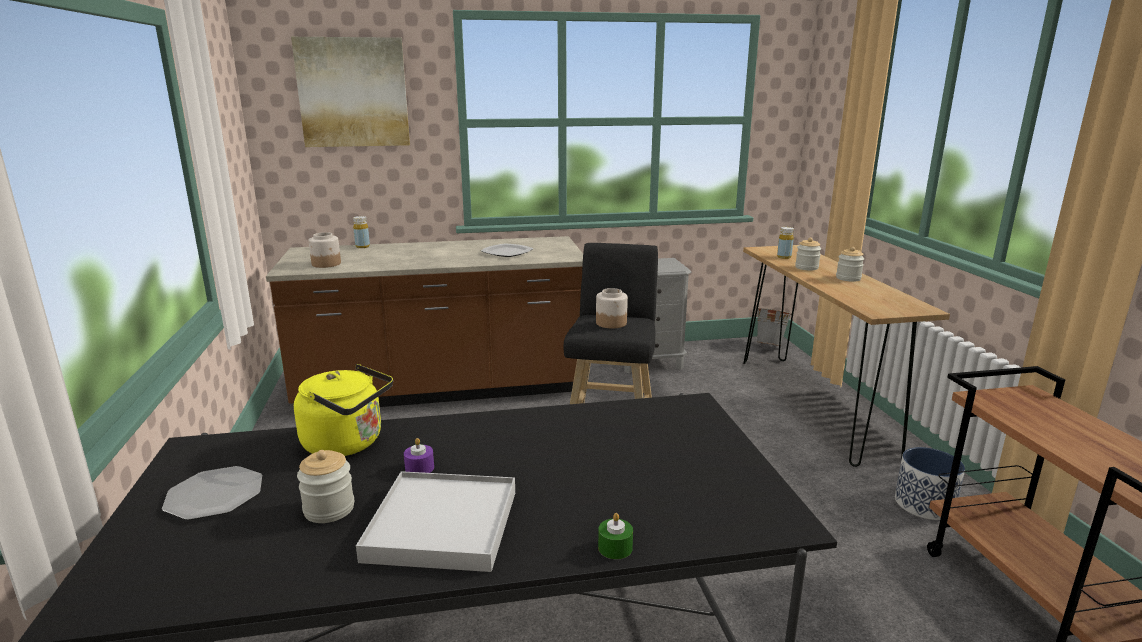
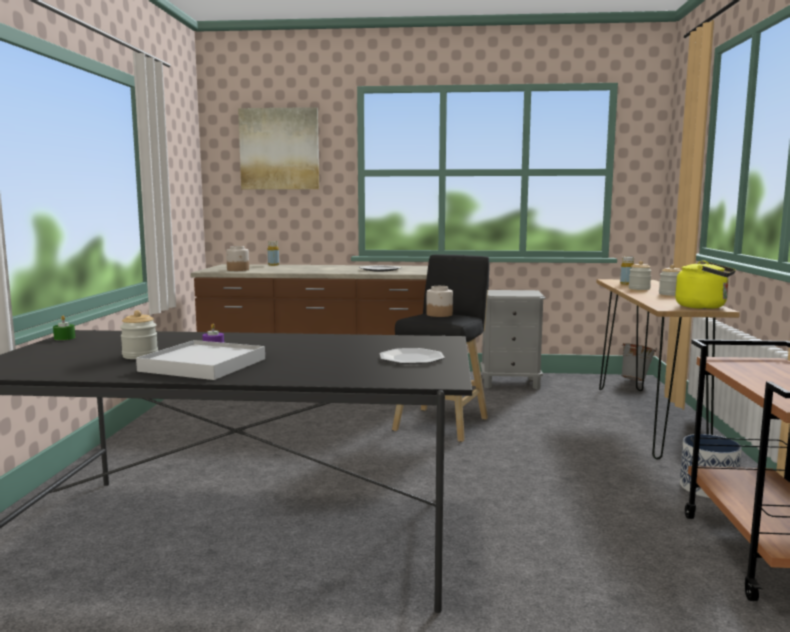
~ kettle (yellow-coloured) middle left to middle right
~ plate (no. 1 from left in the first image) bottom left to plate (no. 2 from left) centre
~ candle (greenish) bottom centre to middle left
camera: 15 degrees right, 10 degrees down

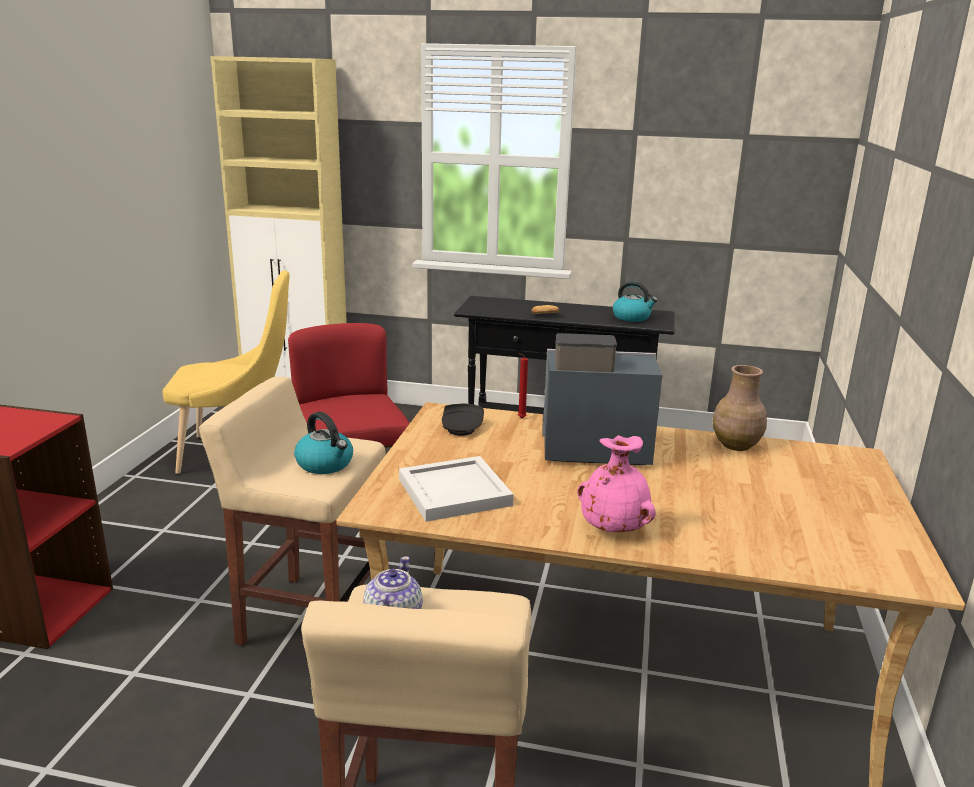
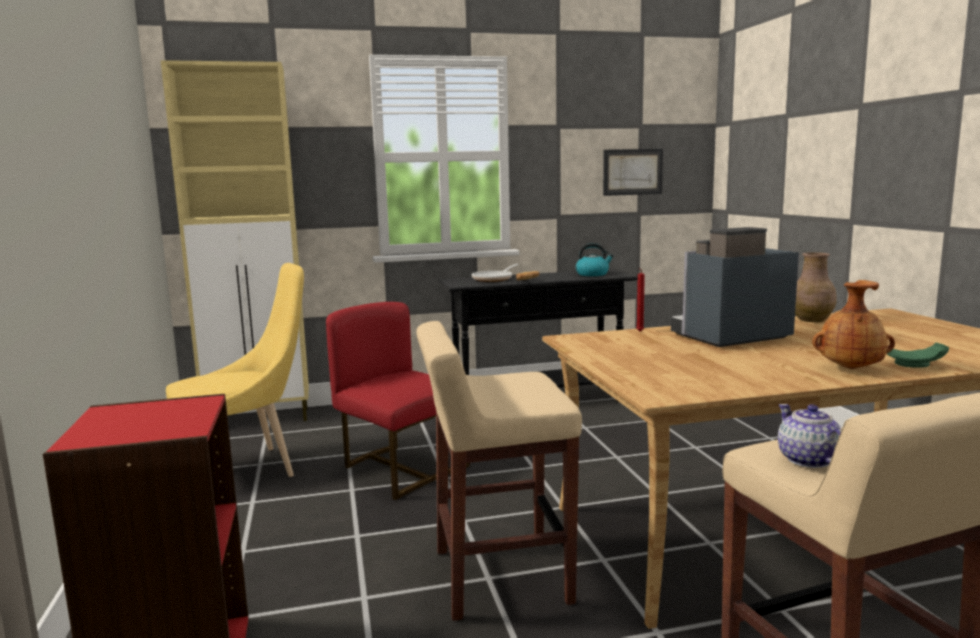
- plate (blackish) centre
- kettle (no. 1 from left) middle left
~ flower vase (pink-coloured) centre to flower vase (brown-coloured) (no. 2 from left) middle right
- serving tray (whitish) centre
+ picture top centre
+ skillet centre
+ plate (greenish) middle right
camera: 25 degrees left, 10 degrees down

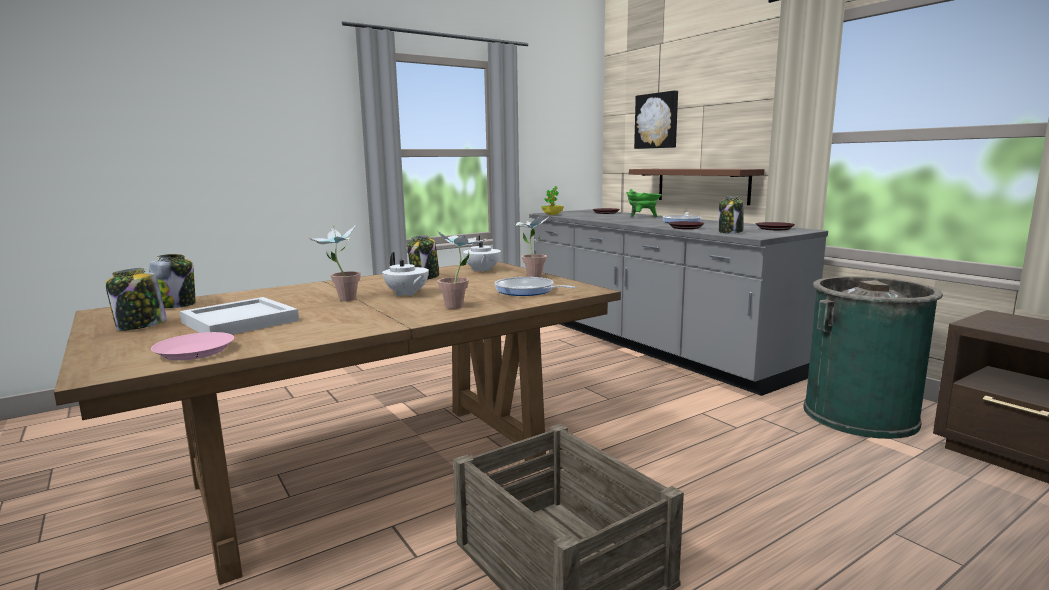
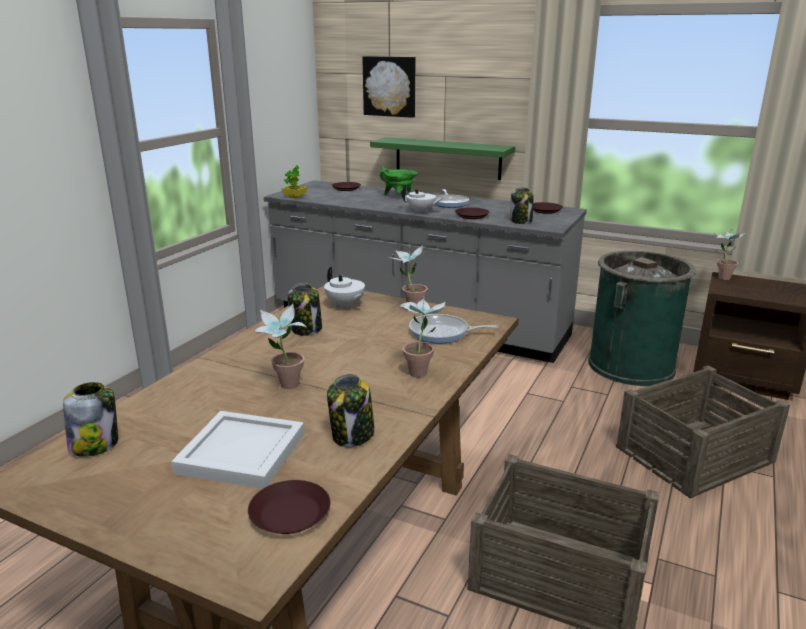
~ wall shelf (brown-coloured) top centre to wall shelf (greenish) top centre
~ tea pot (whitish) (no. 1 from left in the first image) centre to tea pot (whitish) (no. 2 from left) top centre
~ preserve jar (no. 1 from left in the first image) middle left to preserve jar (no. 3 from left) centre
~ plate (pink-coloured) middle left to plate (brown-coloured) (no. 1 from left) bottom centre
+ plant in a pot (no. 5 from left) middle right
+ shipping crate (no. 2 from left) bottom right
camera: 30 degrees left, 10 degrees up

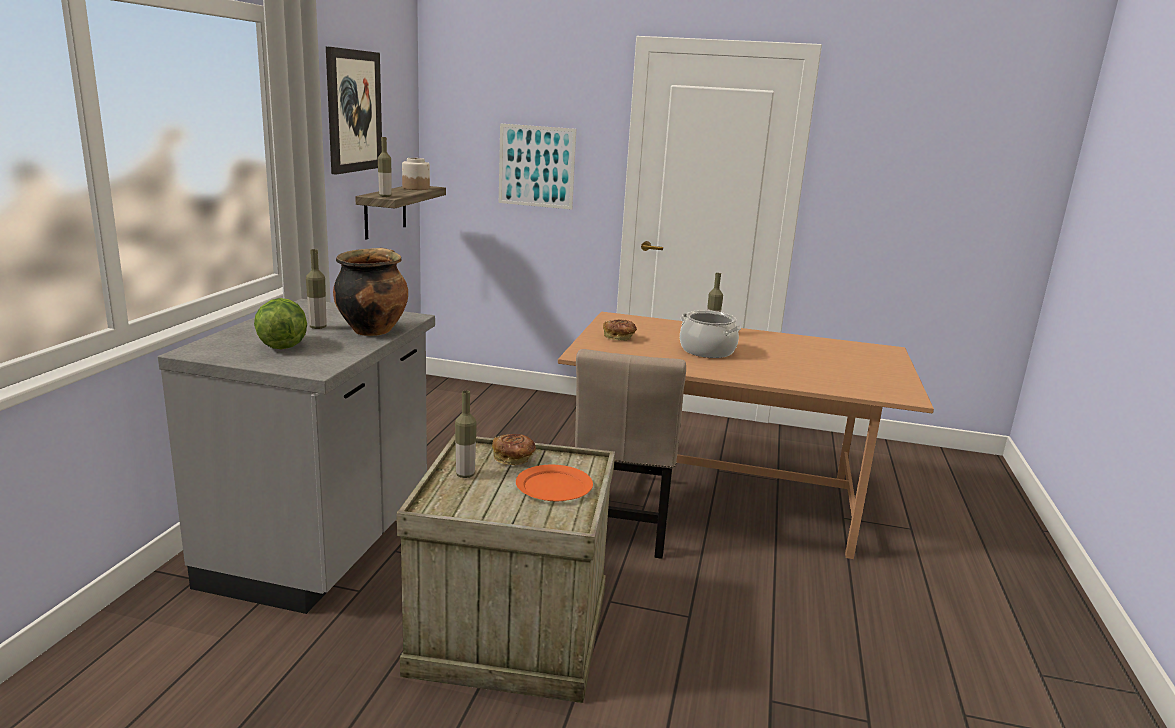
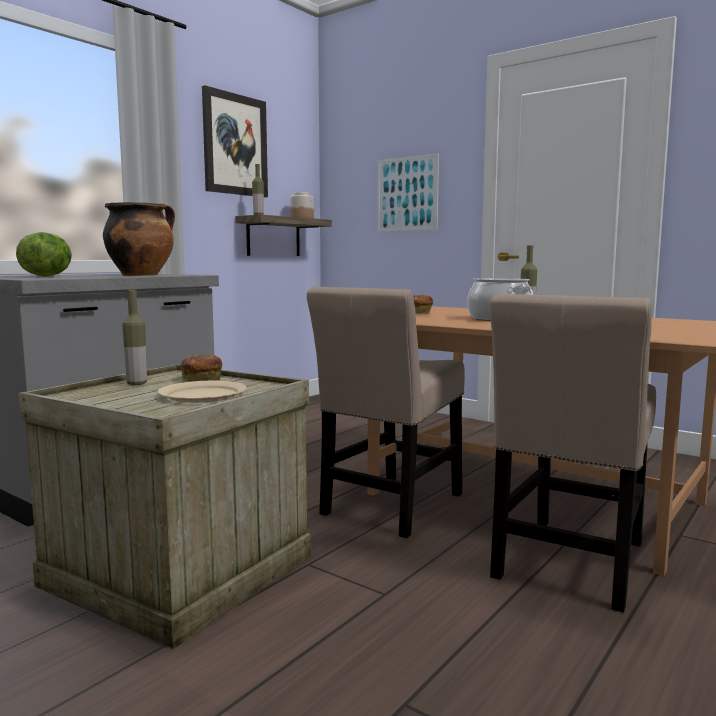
- beverage bottle (no. 1 from left) middle left
~ plate (orange-coloured) centre to plate (beige-coloured) middle left
+ upright chair (beige-coloured) (no. 2 from left) middle right
camera: 25 degrees right, 10 degrees down

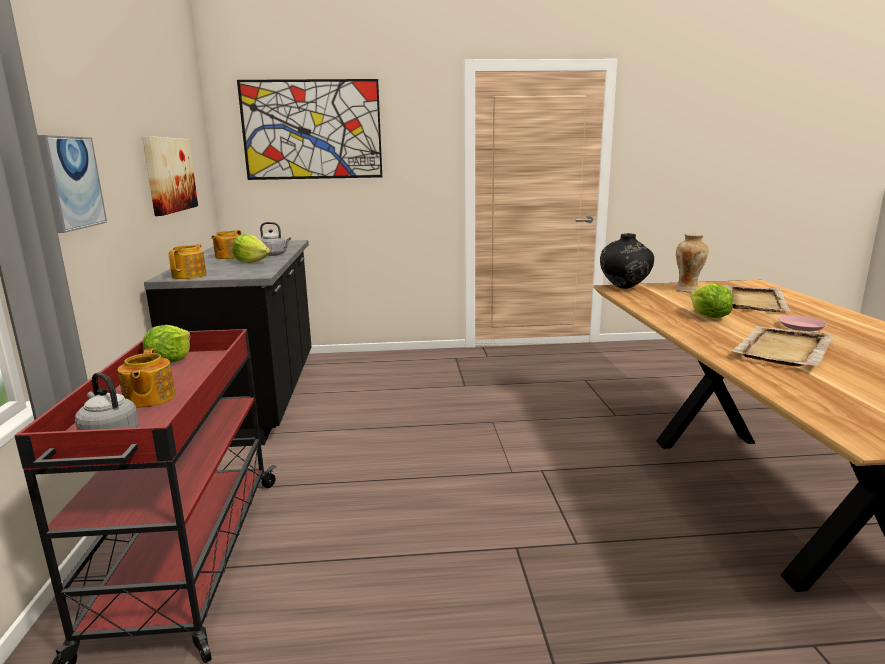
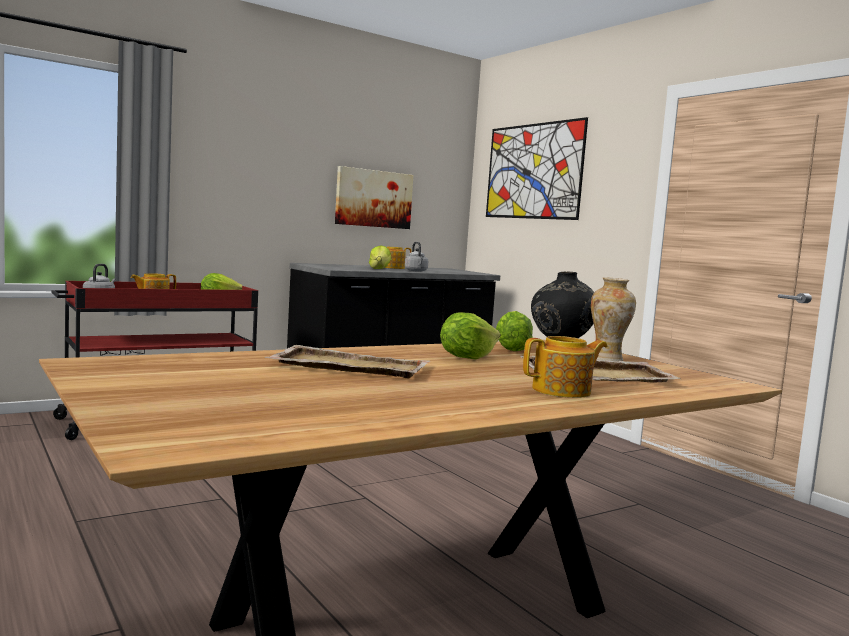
- picture (no. 1 from left) top left
~ tea pot (no. 2 from left in the first image) middle left to tea pot (no. 3 from left) centre
- plate (pink-coloured) middle right
+ lettuce head (no. 4 from left) centre
camera: 60 degrees right, 10 degrees down

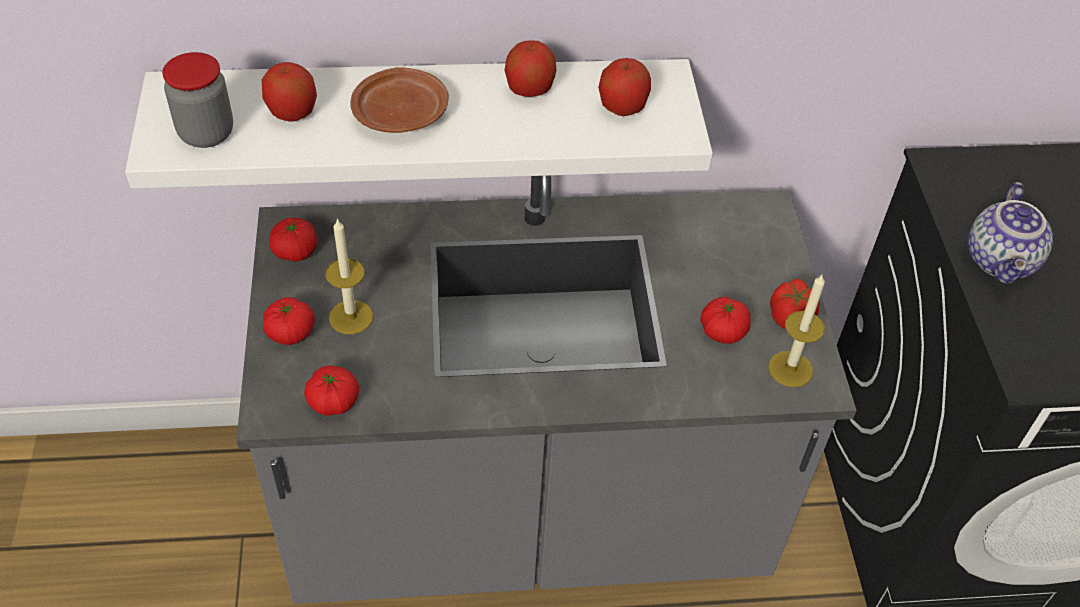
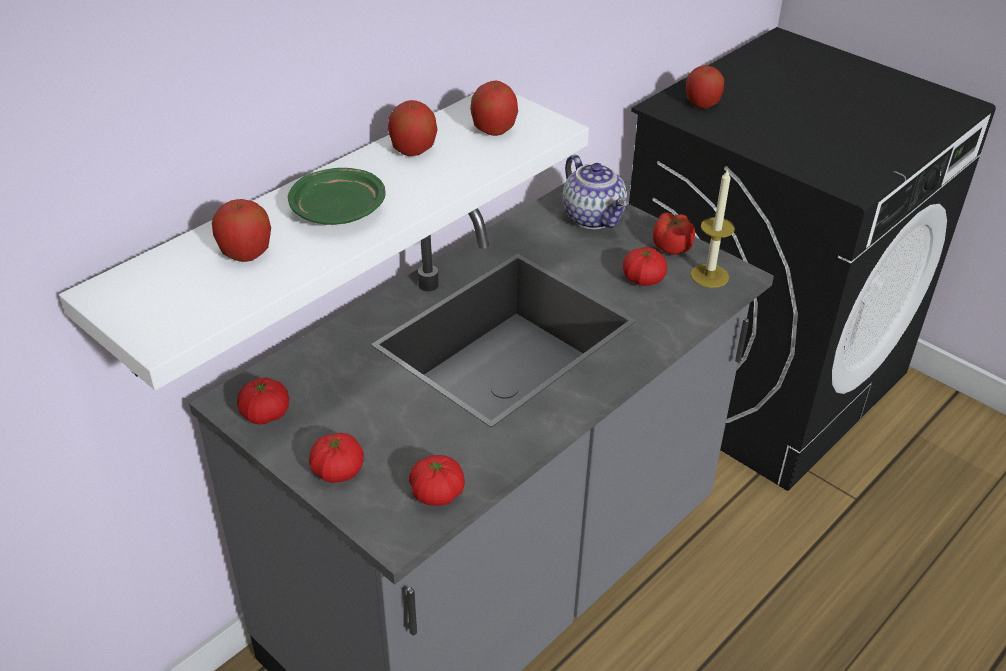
- preserve jar top left
~ plate (brown-coloured) top centre to plate (greenish) top centre
~ tea pot middle right to top centre
- candle (no. 1 from left) middle left
+ apple fruit (no. 4 from left) top right
camera: 40 degrees left, 10 degrees down

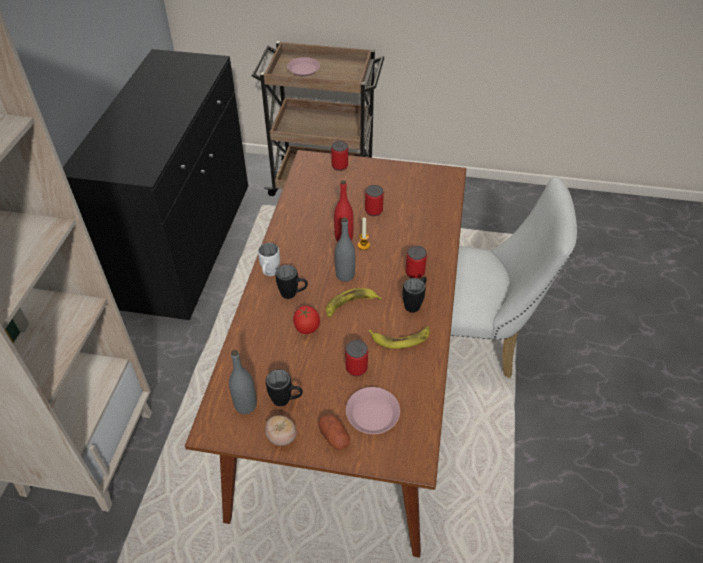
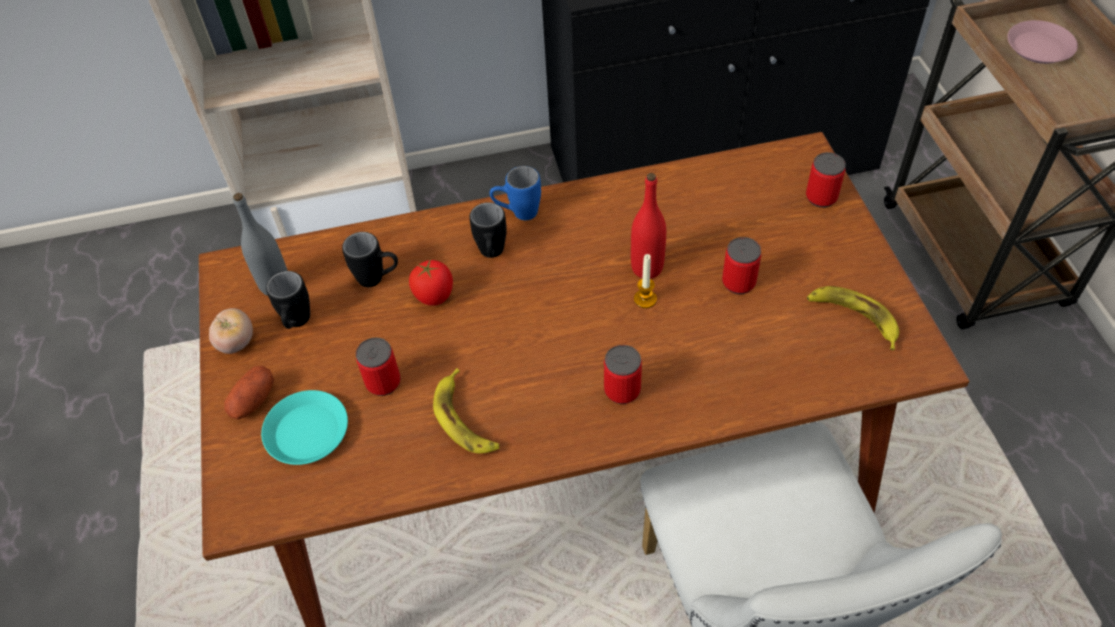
- beverage bottle (gray) (no. 2 from left) centre
~ mug (whitish) centre to mug (bluish) top centre
~ mug (blackish) (no. 3 from left in the first image) centre to mug (blackish) (no. 2 from left) middle left
~ whole banana (no. 1 from left in the first image) centre to whole banana (no. 2 from left) middle right
~ plate (pink-coloured) (no. 2 from left) bottom centre to plate (blue-green) bottom left
camera: 70 degrees right, 5 degrees up

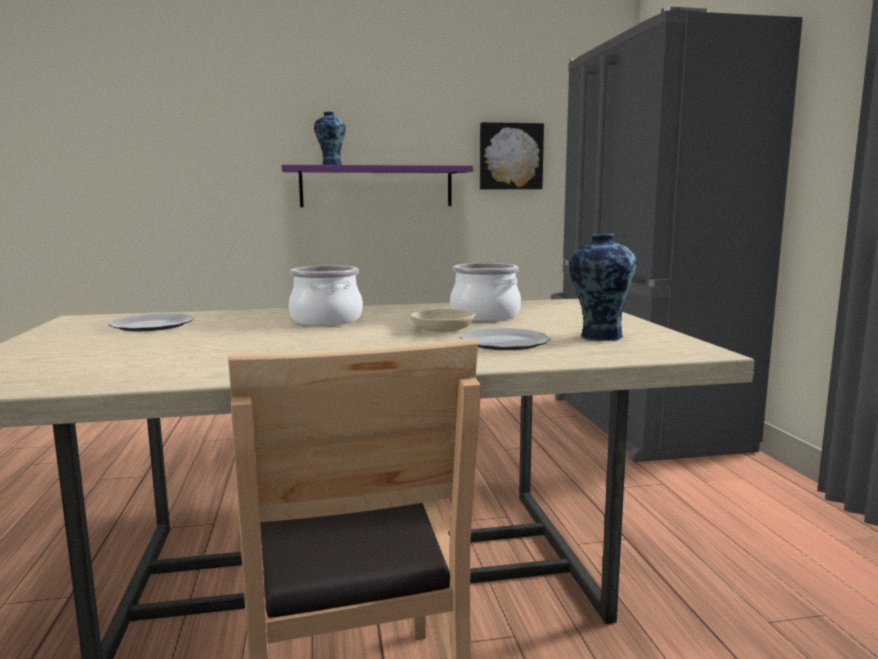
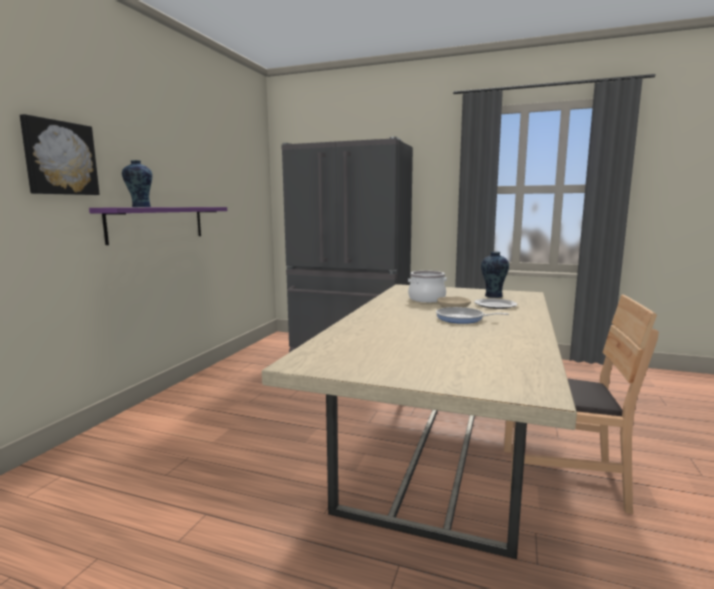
~ picture top centre to top left
- saucepot (no. 1 from left) centre
- plate (no. 1 from left) middle left
+ skillet centre
camera: 60 degrees left, 0 degrees up

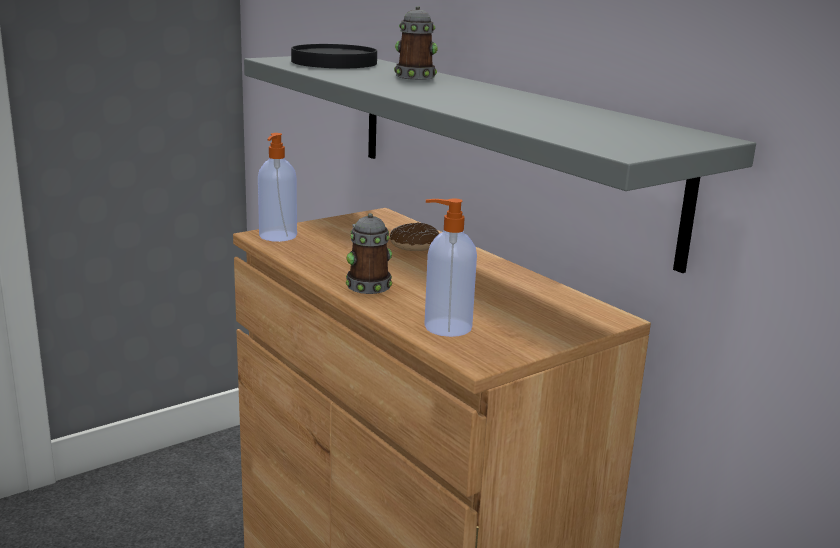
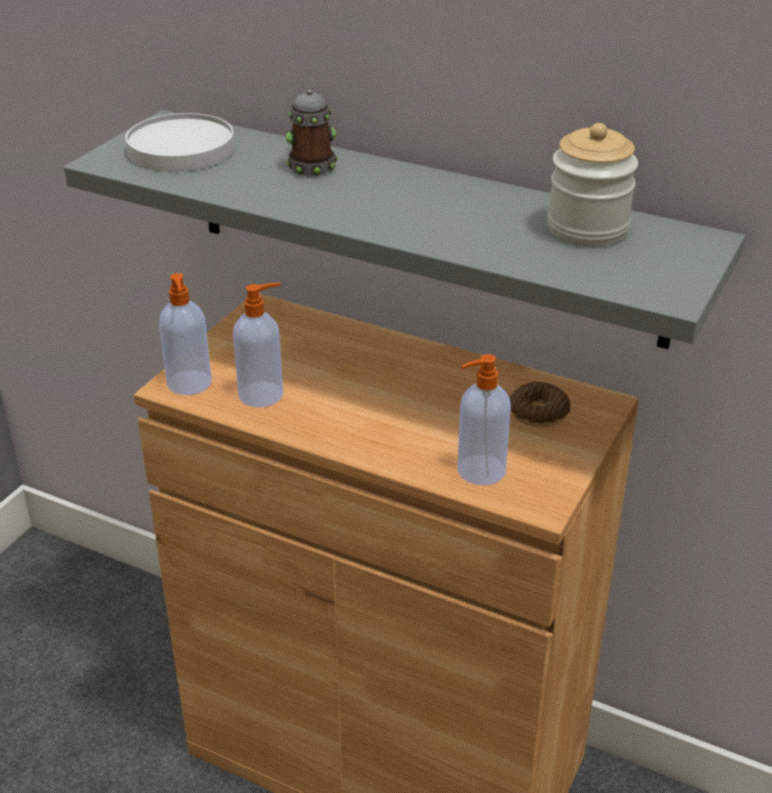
~ plate (blackish) top centre to plate (whitish) top left
- mug (no. 1 from left) centre
~ donut centre to middle right
+ preserve jar top right
+ soap bottle (no. 2 from left) centre
camera: 25 degrees left, 15 degrees up

